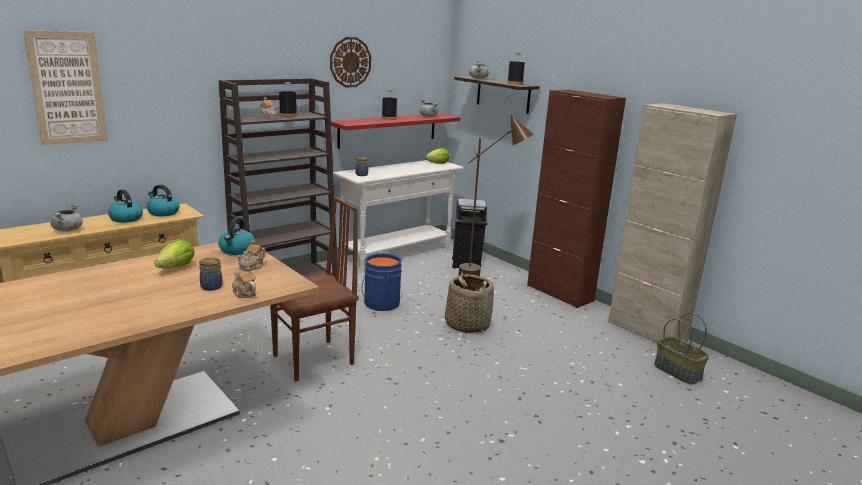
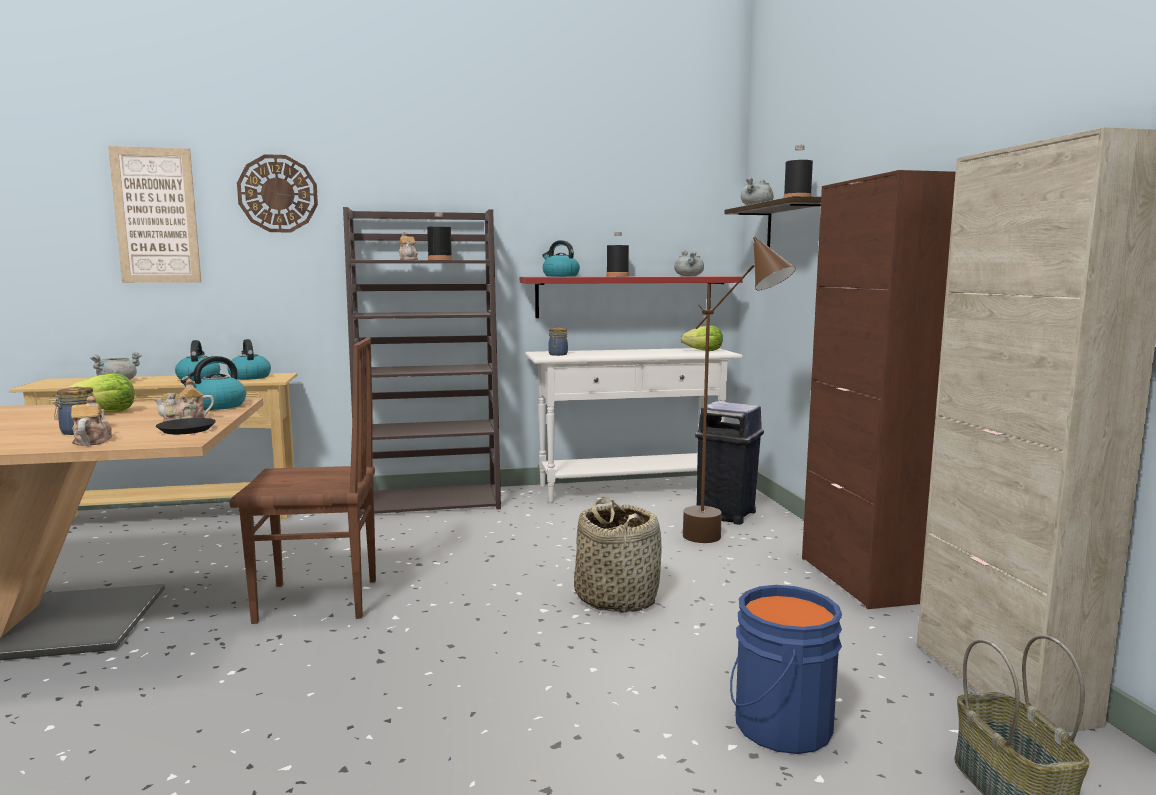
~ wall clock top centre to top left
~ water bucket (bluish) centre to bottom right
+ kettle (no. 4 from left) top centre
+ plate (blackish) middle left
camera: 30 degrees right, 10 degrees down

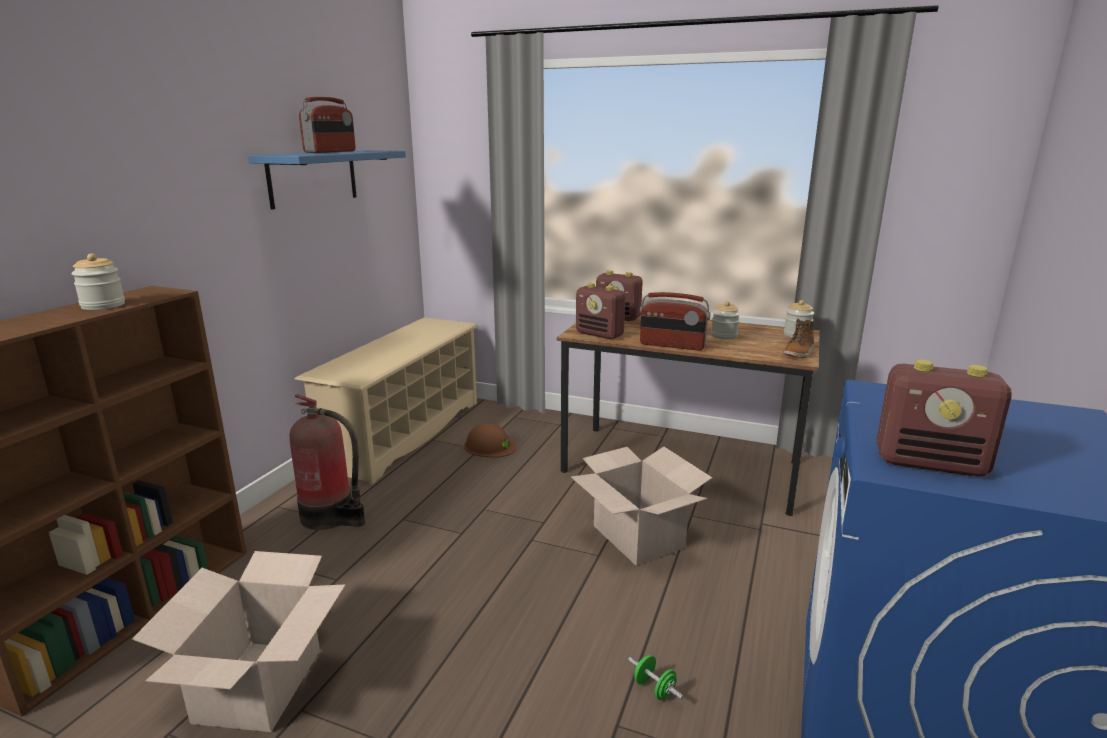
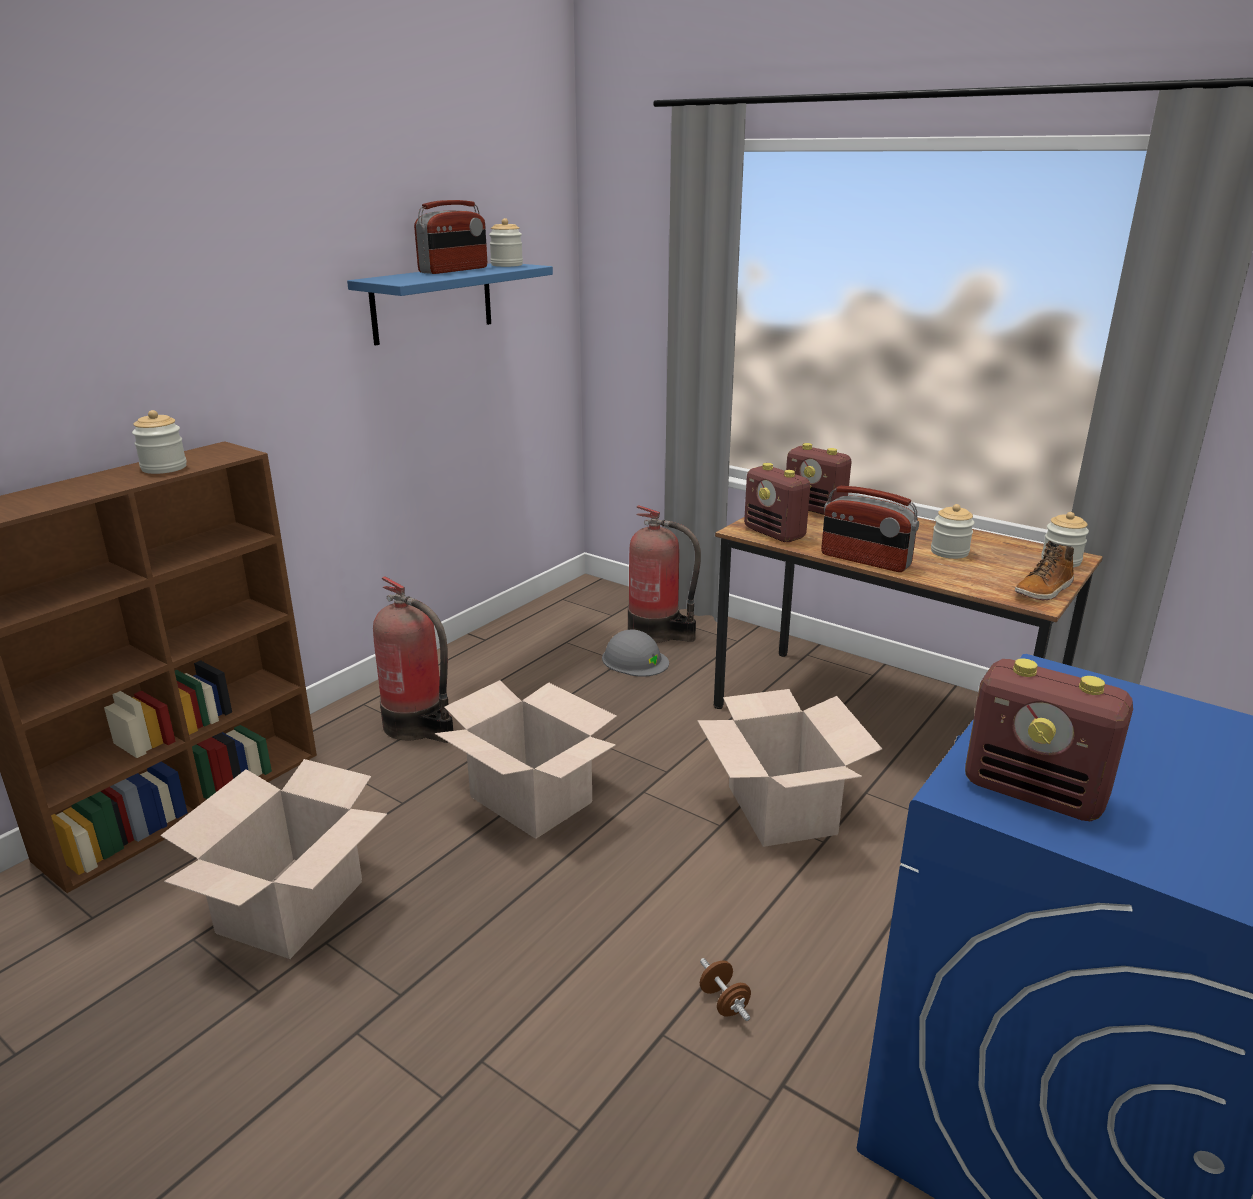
- shoe stand (beige-coloured) centre
~ hard hat (brown-coloured) centre to hard hat (gray) centre
~ hand weight (greenish) bottom centre to hand weight (brown-coloured) bottom centre
+ preserve jar (no. 2 from left) top centre
+ fire-fighting cylinder (no. 2 from left) centre
+ packing box (no. 2 from left) centre
camera: 15 degrees right, 5 degrees up

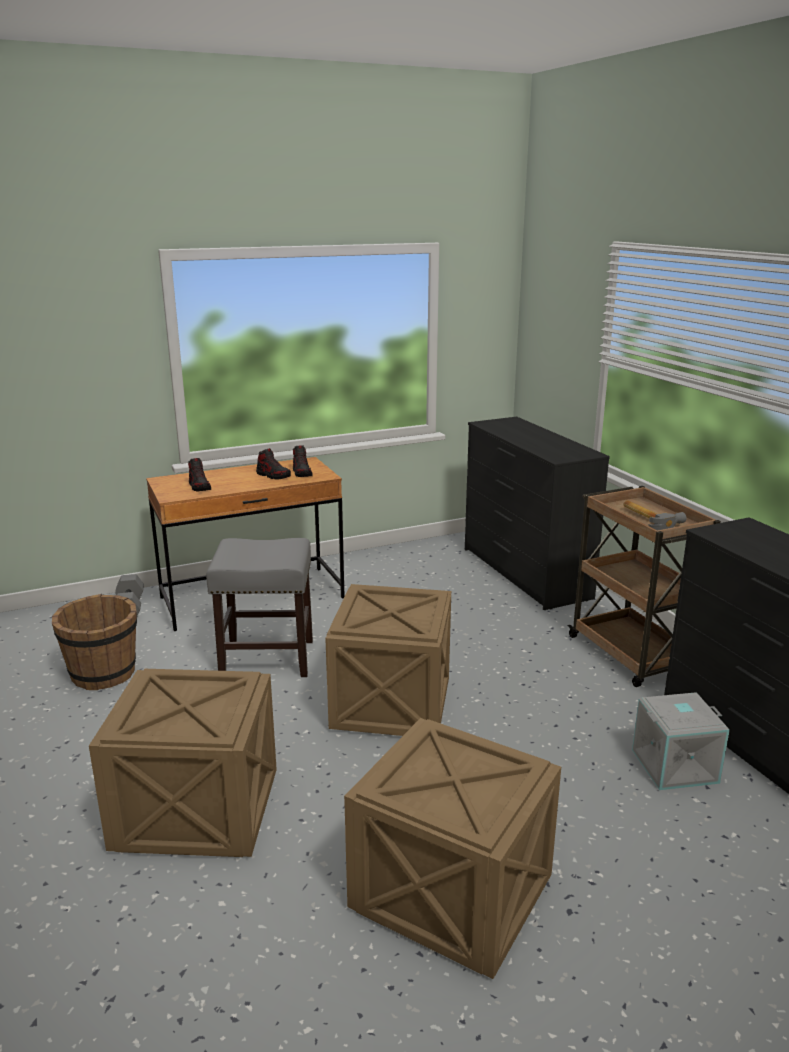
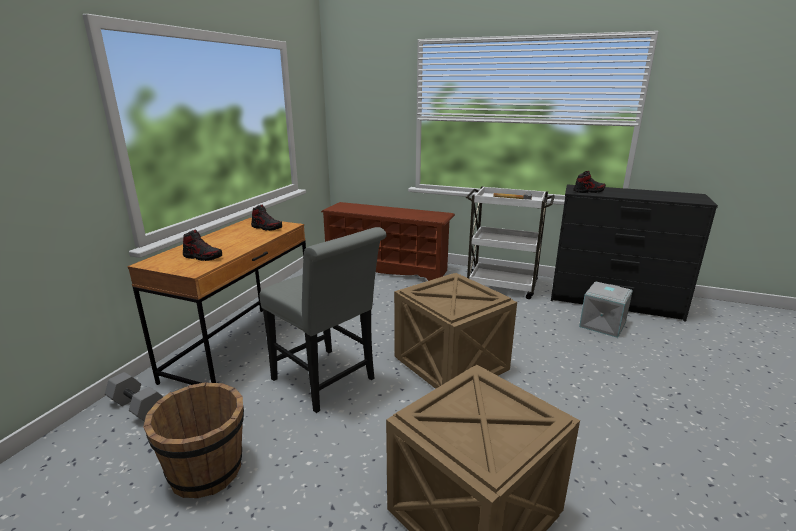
~ drawer chest (blackish) (no. 1 from left) middle right to shoe stand (brown-coloured) centre
~ item of footwear (no. 2 from left in the first image) centre to item of footwear (no. 3 from left) middle right
~ trolley (brown-coloured) middle right to trolley (whitish) centre
~ sitting stool (gray) middle left to upright chair (gray) centre
- shipping crate (no. 3 from left) bottom centre
camera: 45 degrees left, 0 degrees up

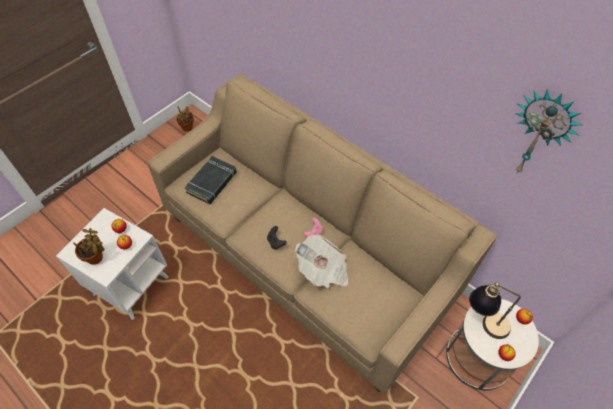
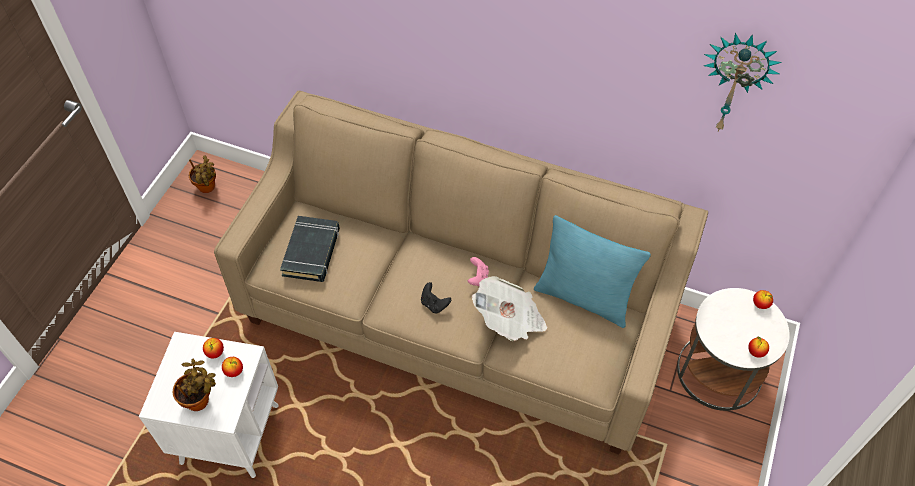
- table lamp bottom right
+ throw pillow (blue-green) centre
camera: 20 degrees left, 0 degrees up

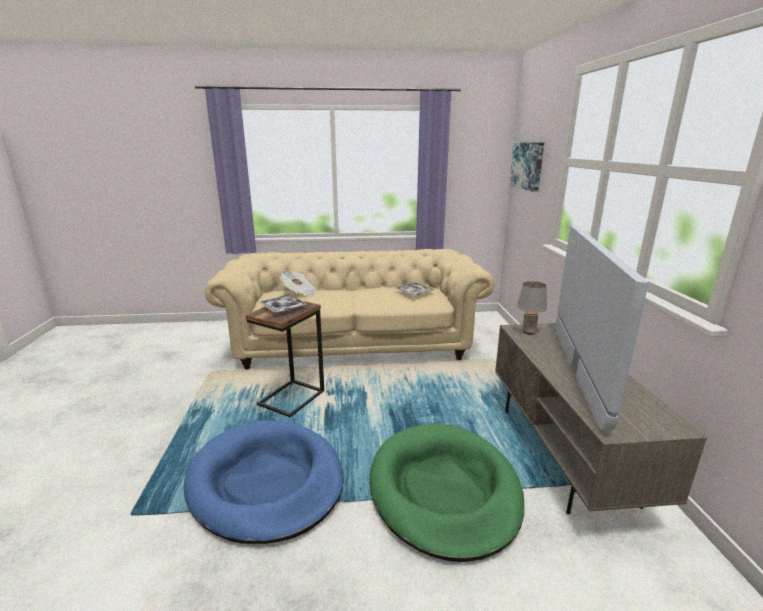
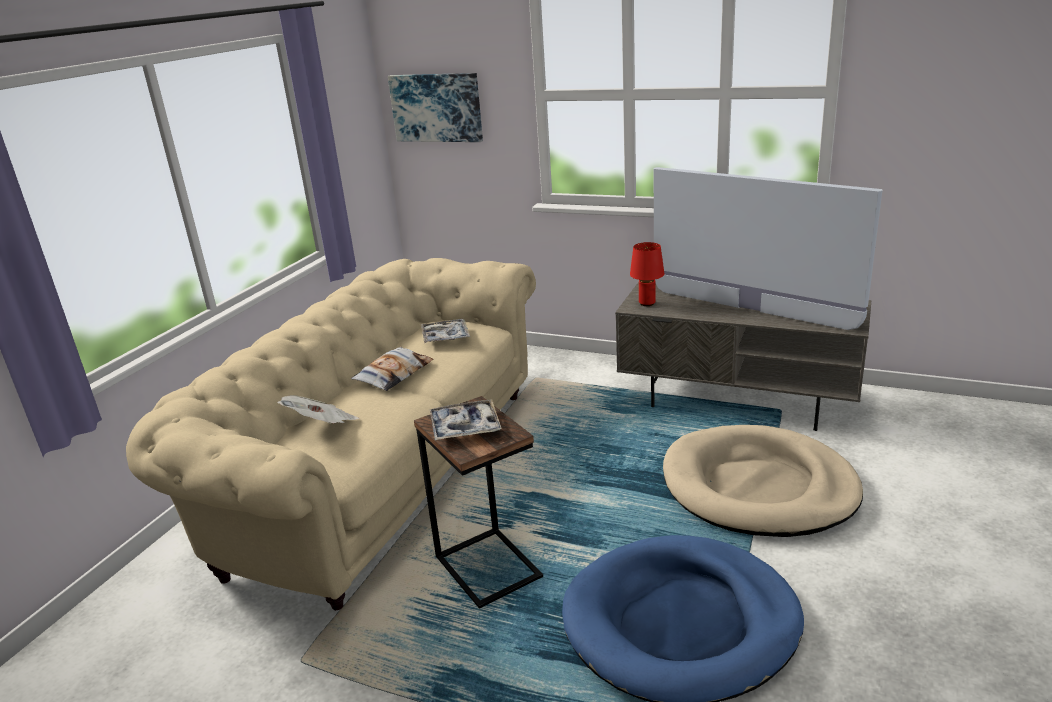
~ table lamp (gray) middle right to table lamp (red-coloured) centre
~ dog cushion (greenish) bottom centre to dog cushion (beige-coloured) bottom right
+ throw pillow centre
camera: 60 degrees left, 5 degrees up

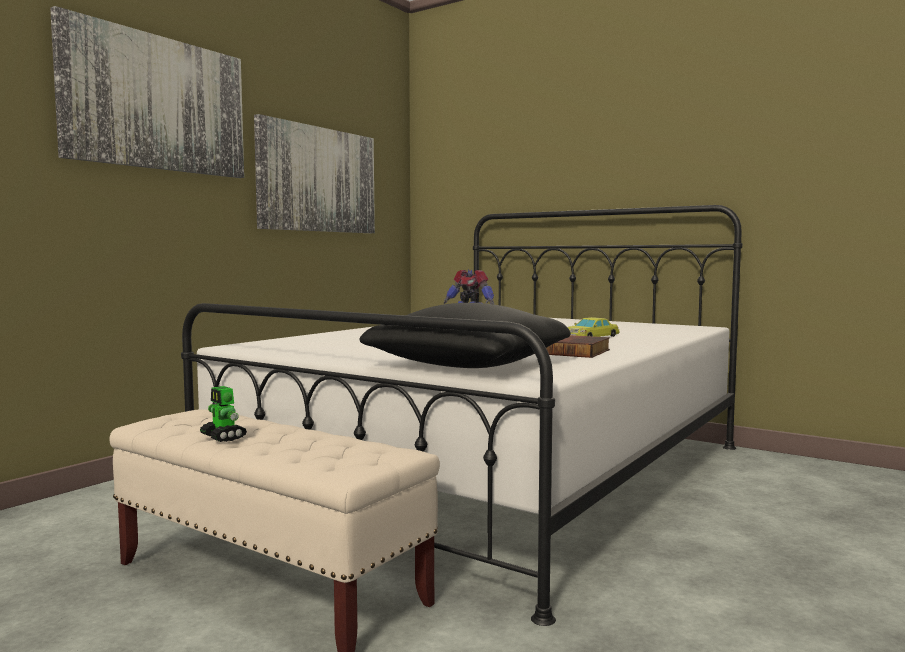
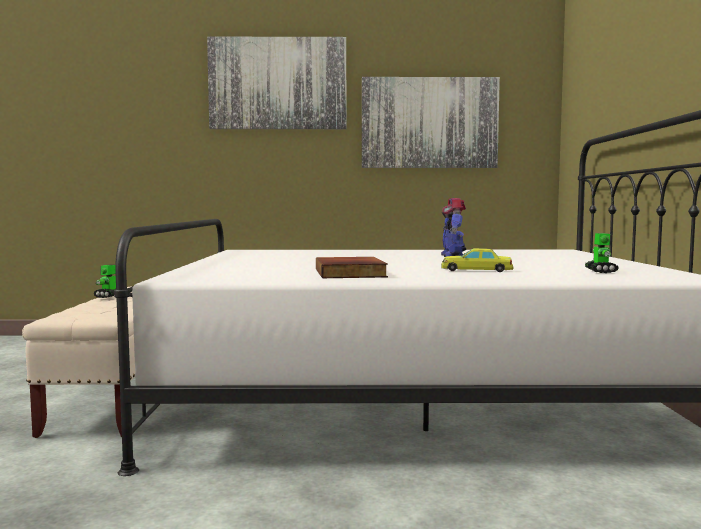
- throw pillow (blackish) centre
+ model robot (no. 3 from left) middle right
camera: 55 degrees right, 0 degrees up

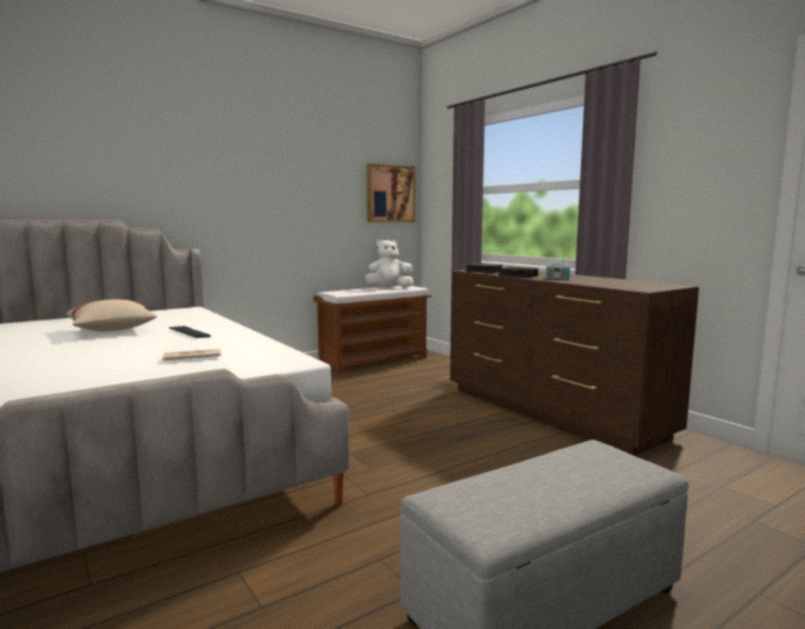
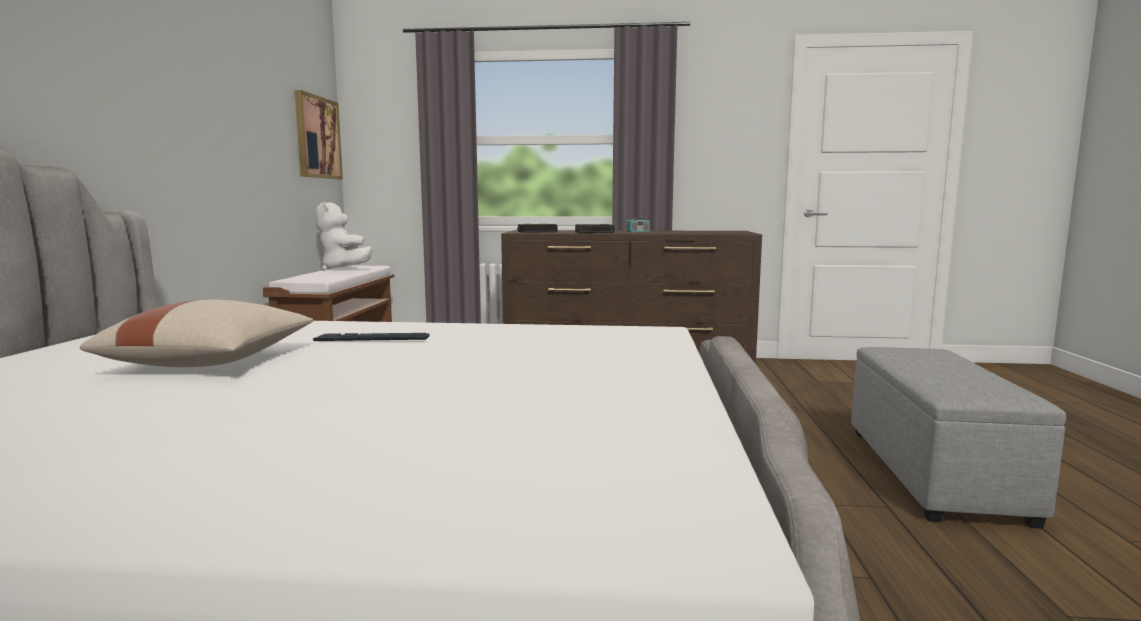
~ soft toy (whitish) centre = middle left 60 degrees counterclockwise
- printed paper middle left
camera: 50 degrees left, 0 degrees up

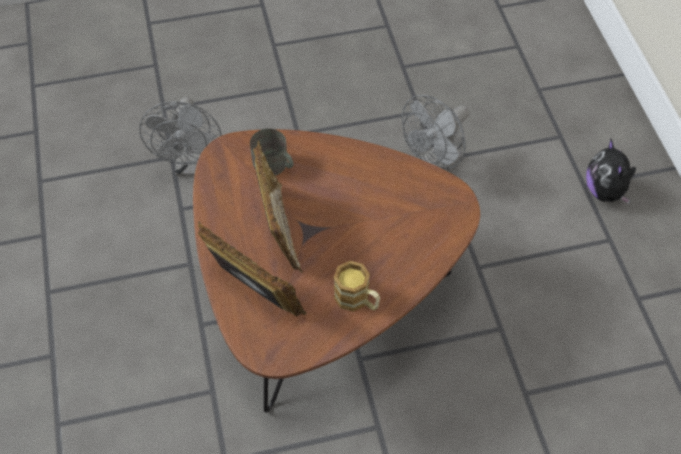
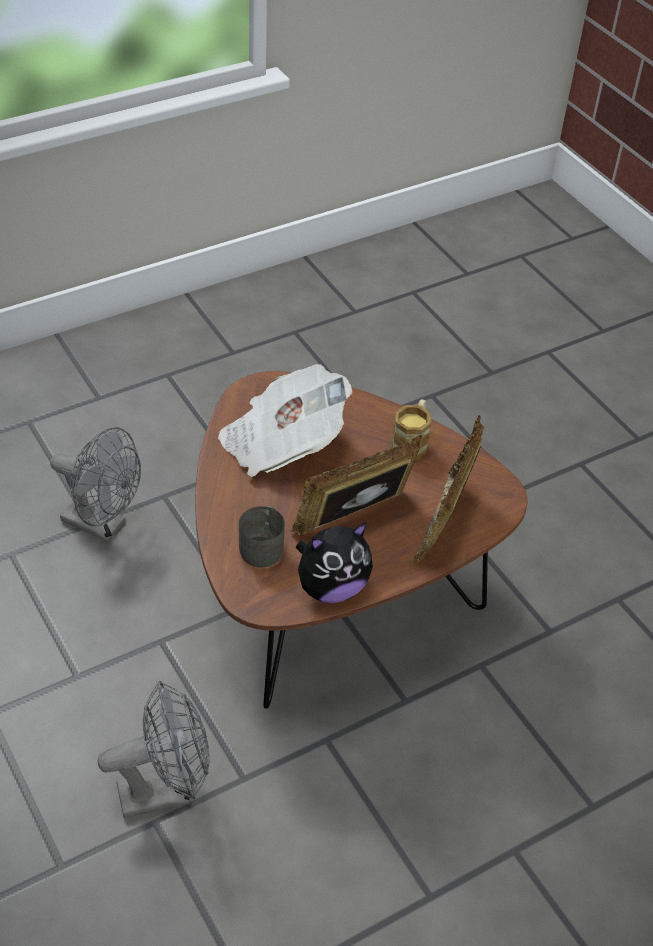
~ soft toy middle right to centre
+ printed paper centre
camera: 110 degrees left, 10 degrees down

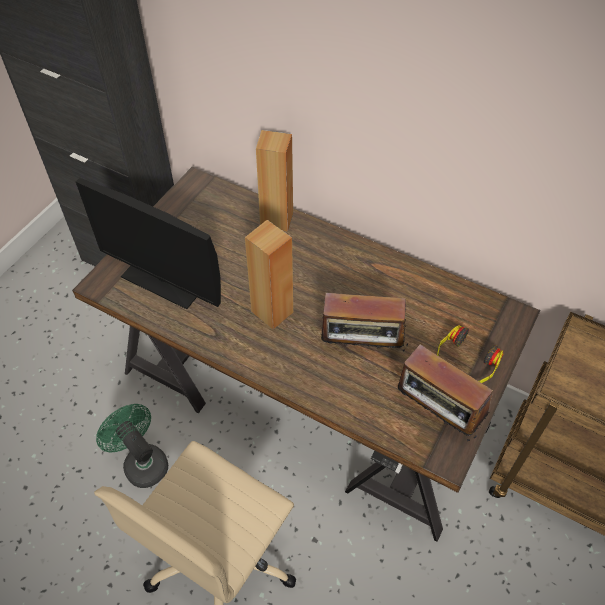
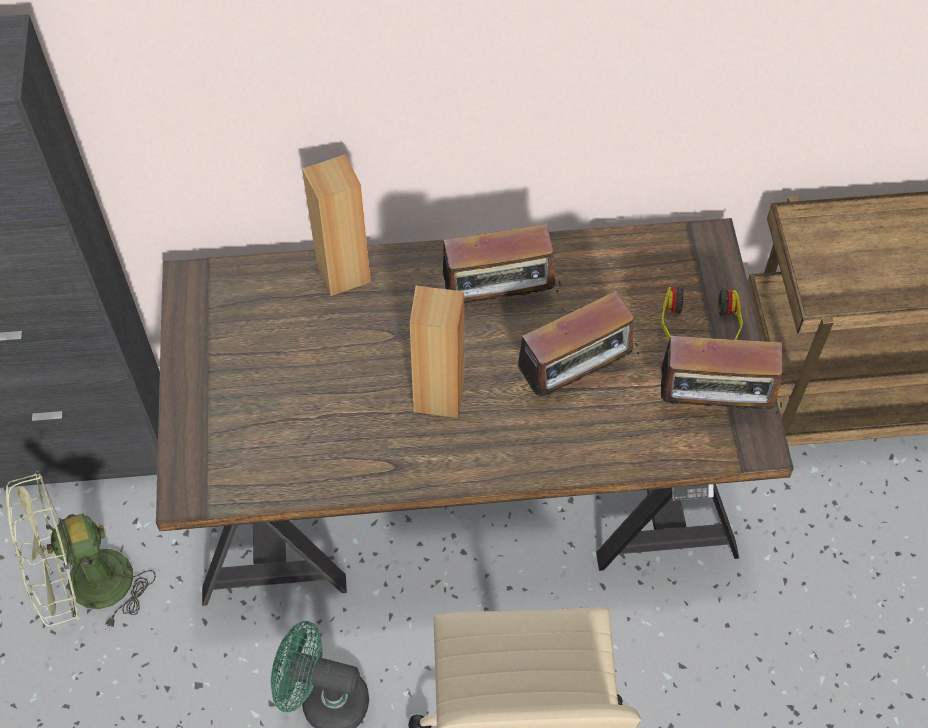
- computer screen middle left
+ radio (no. 1 from left) centre
+ electric fan (greenish) (no. 1 from left) bottom left
camera: 35 degrees left, 5 degrees up

